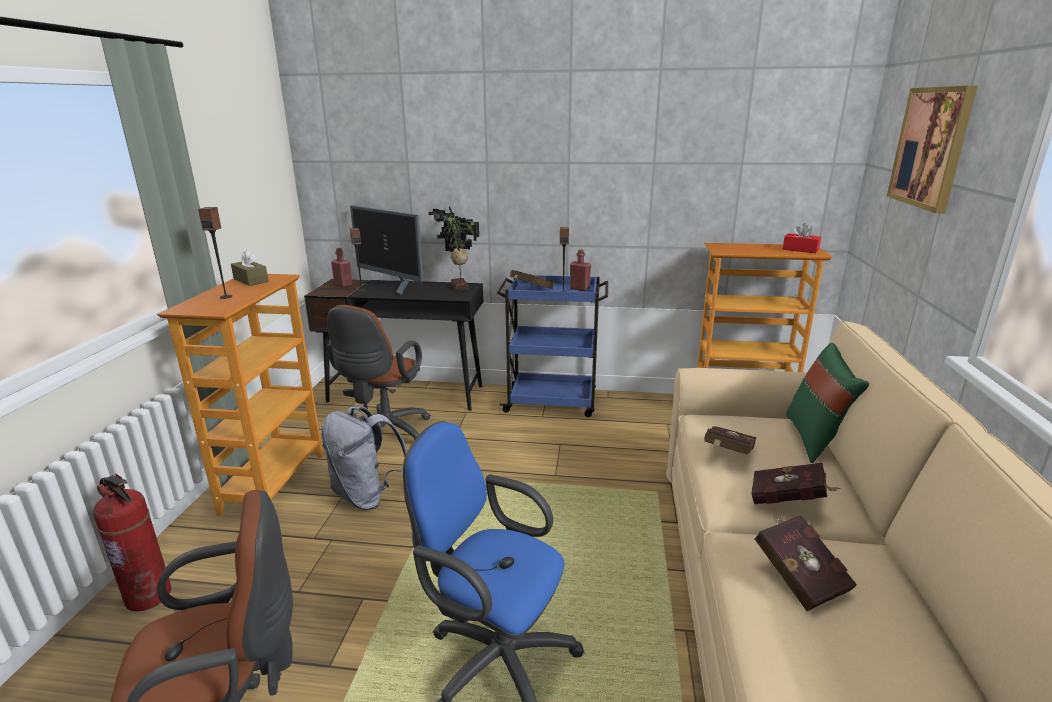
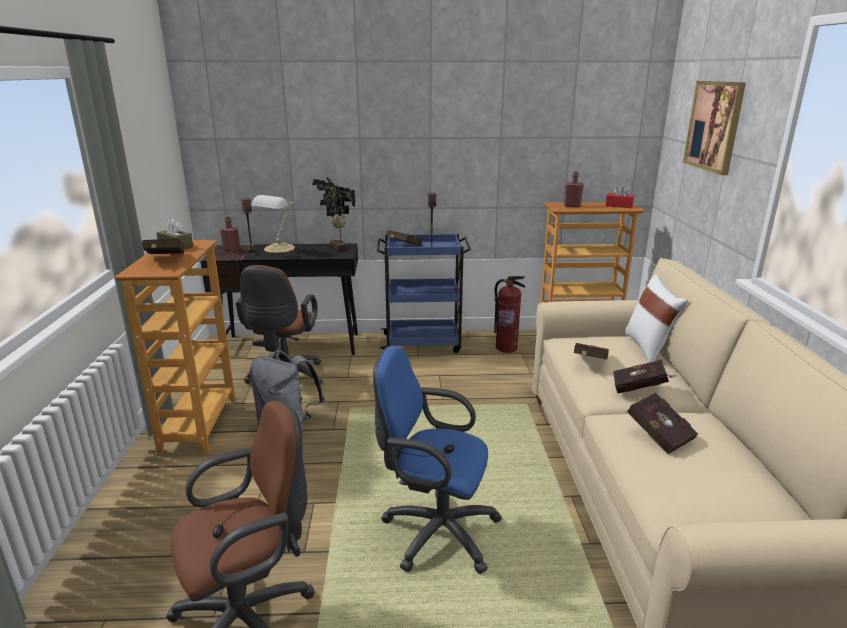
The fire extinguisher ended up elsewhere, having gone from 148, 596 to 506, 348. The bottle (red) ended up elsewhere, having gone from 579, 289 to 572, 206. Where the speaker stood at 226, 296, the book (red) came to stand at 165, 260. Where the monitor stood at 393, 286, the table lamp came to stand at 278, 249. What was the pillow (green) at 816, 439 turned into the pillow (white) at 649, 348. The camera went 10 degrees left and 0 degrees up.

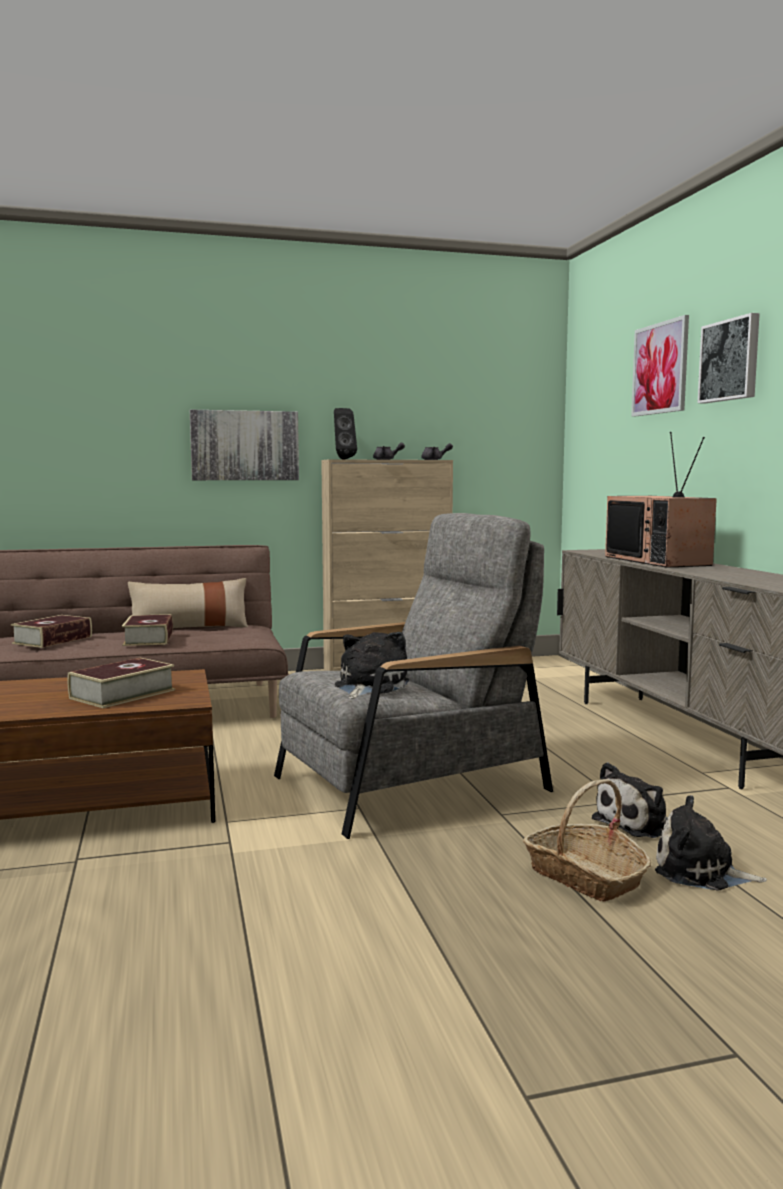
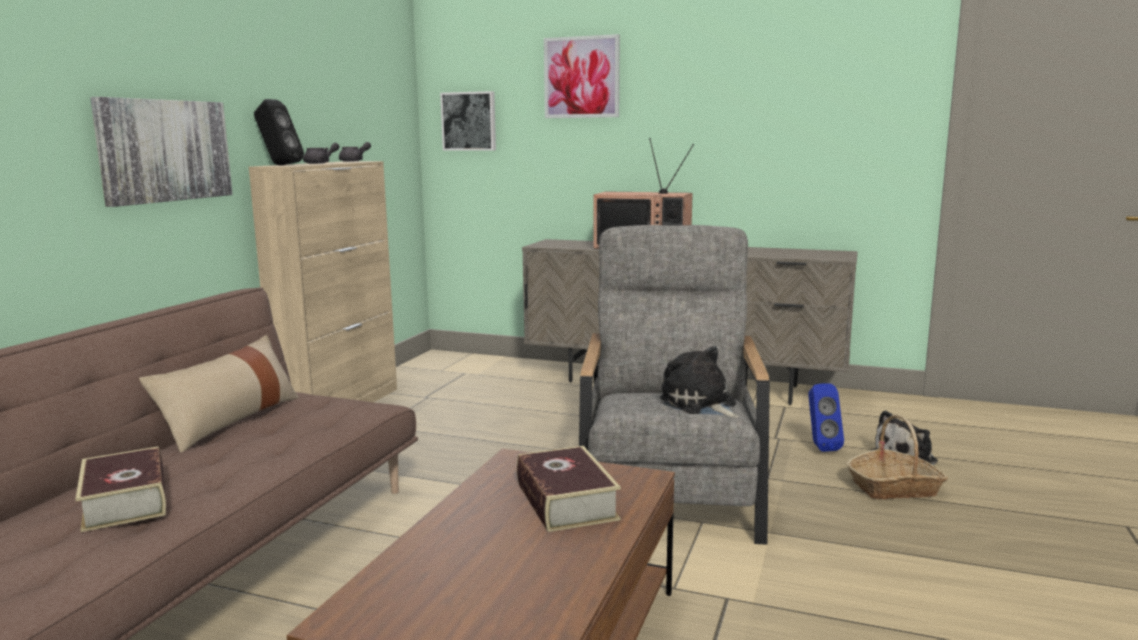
The second view lost the book at 148, 639. The picture ended up elsewhere, having gone from 731, 360 to 469, 121. Where the plush toy stood at 636, 823, the speaker (blue) came to stand at 820, 447. The camera went 55 degrees left and 5 degrees up.

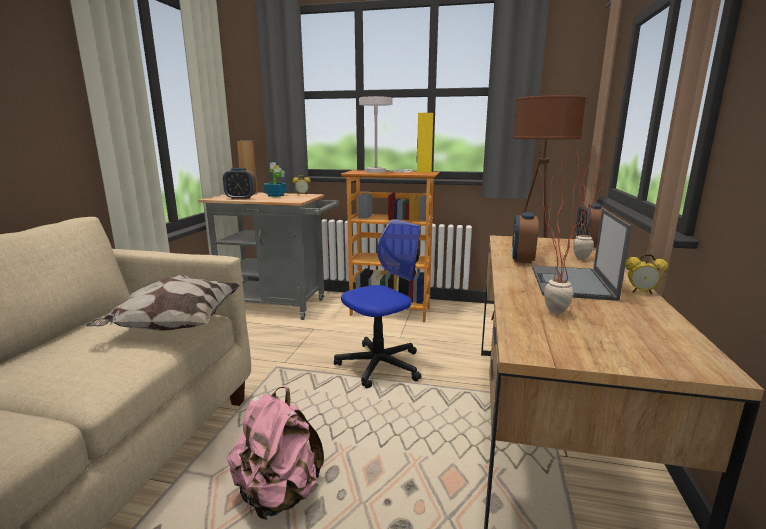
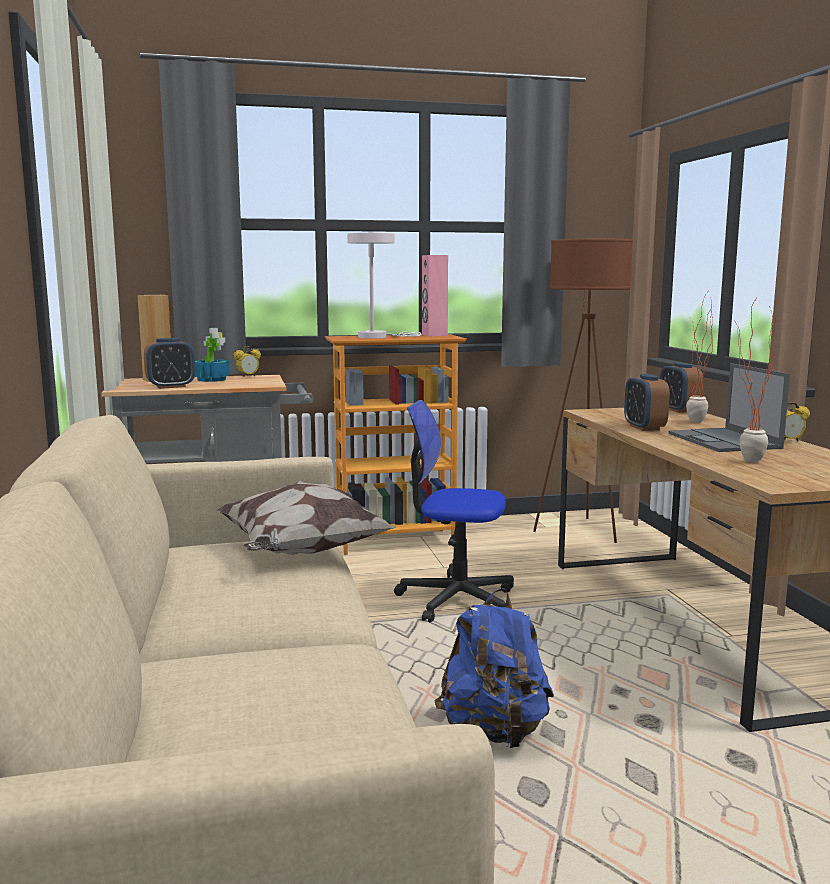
What was the backpack (pink) at 278, 495 turned into the backpack (blue) at 494, 733. What was the speaker (yellow) at 423, 172 turned into the speaker (pink) at 434, 335. The office chair at 380, 365 ended up facing another way, 105 degrees counterclockwise from before. The camera went 25 degrees left and 5 degrees down.

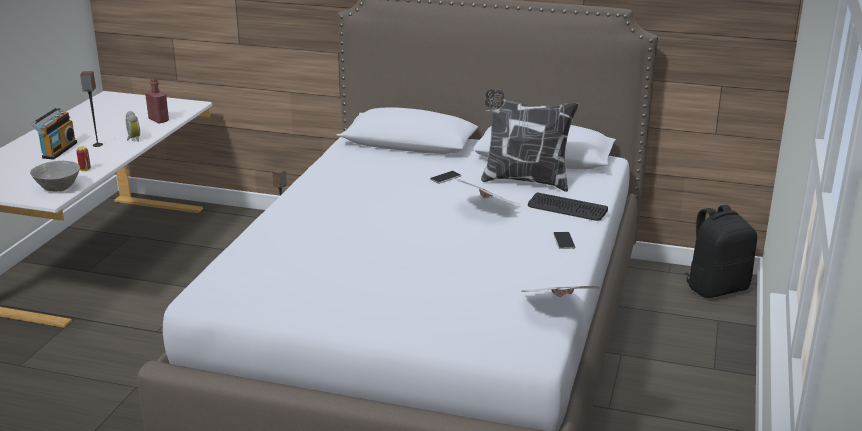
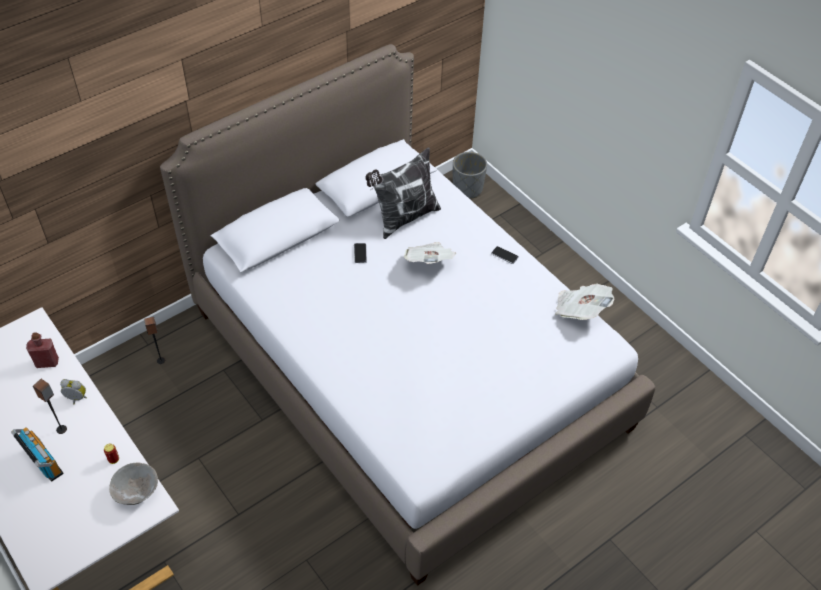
The second view lost the keyboard at 567, 208. Where the backpack (black) stood at 716, 288, the planter (grey) came to stand at 467, 188. The camera went 55 degrees left and 25 degrees up.

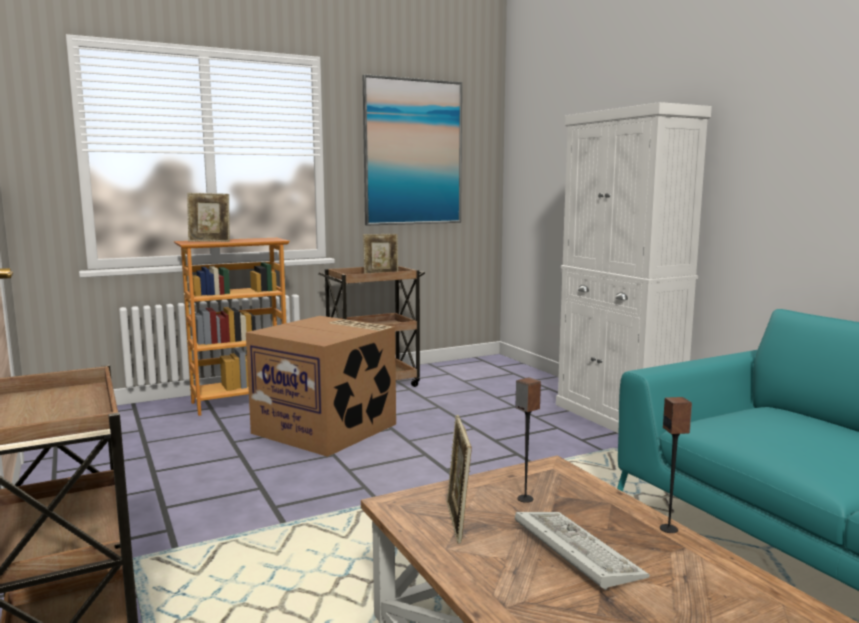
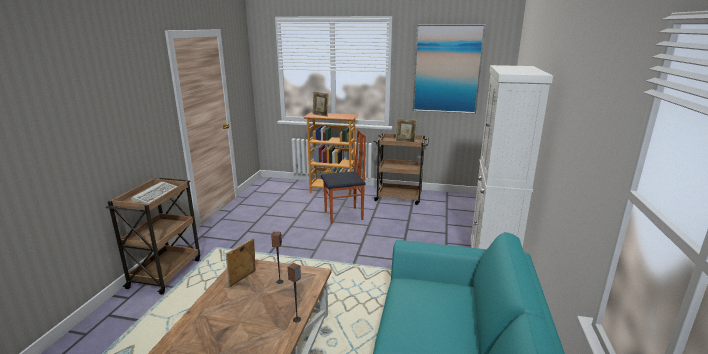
The keyboard ended up elsewhere, having gone from 573, 550 to 156, 194. Where the cardboard box stood at 327, 428, the chair came to stand at 344, 216. The camera went 40 degrees right and 10 degrees up.

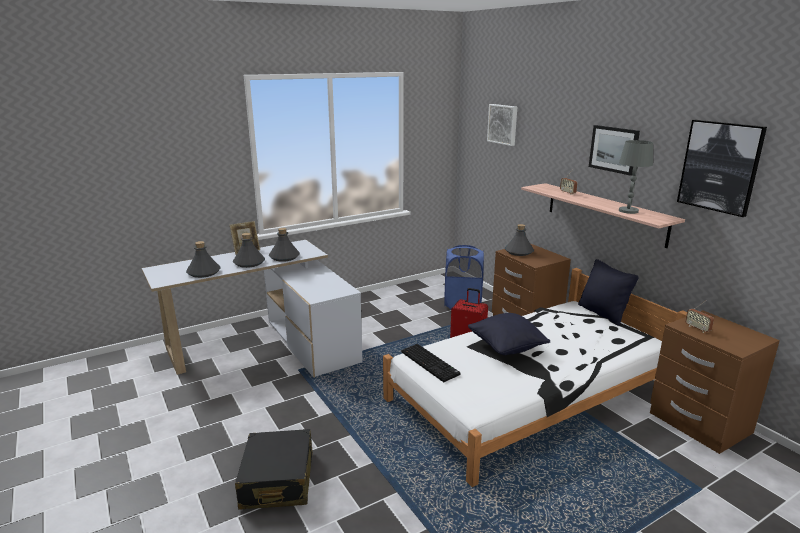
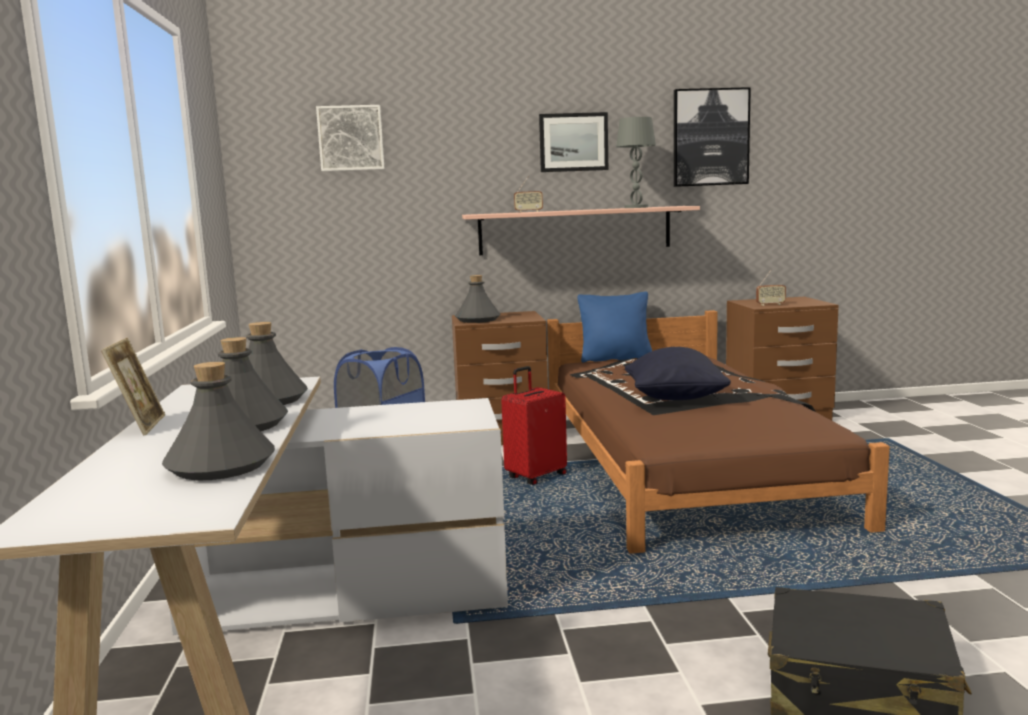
The second view lost the keyboard at 431, 363. What was the bed (white) at 530, 394 turned into the bed (brown) at 681, 466. What was the pillow (black) at 603, 313 turned into the pillow (blue) at 615, 359. The camera went 65 degrees left and 10 degrees down.

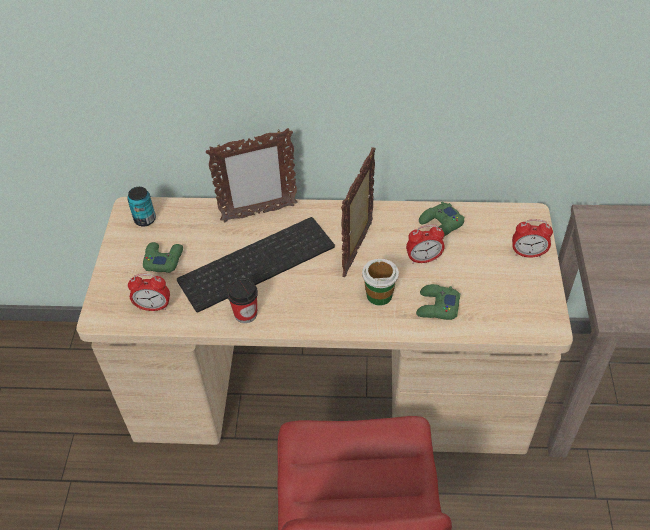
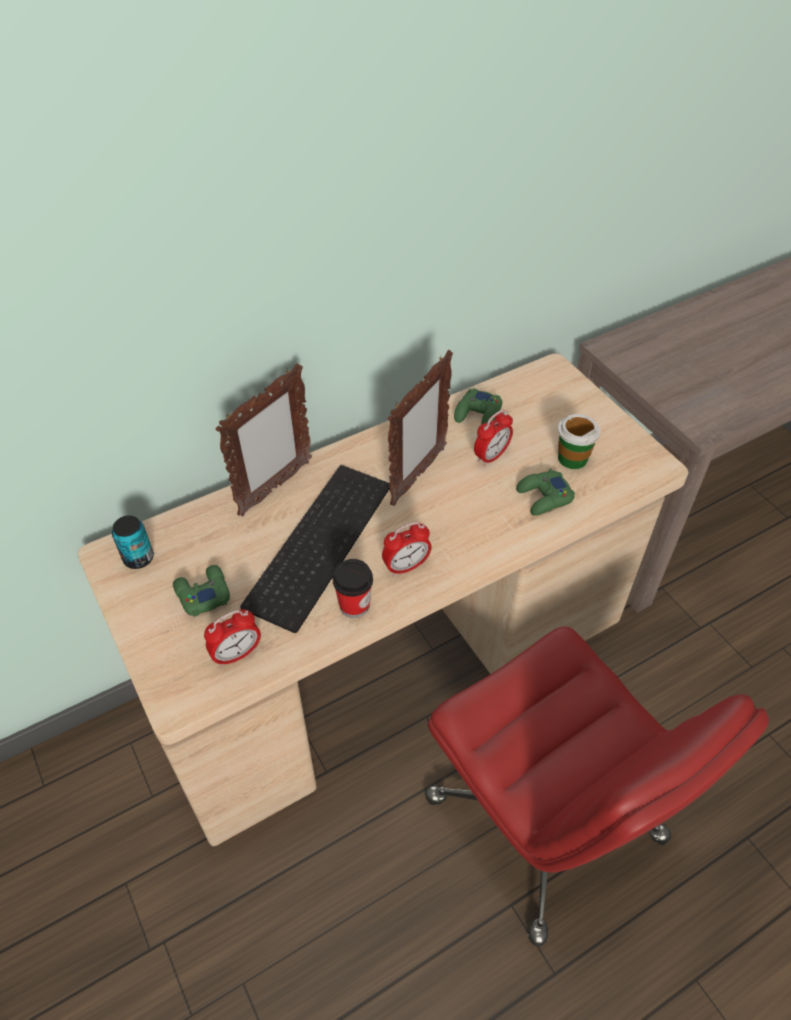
The cup ended up elsewhere, having gone from 379, 295 to 572, 458. The alarm clock ended up elsewhere, having gone from 528, 254 to 406, 566. The picture frame at 358, 249 ended up facing another way, 135 degrees counterclockwise from before. The camera went 35 degrees left and 0 degrees up.

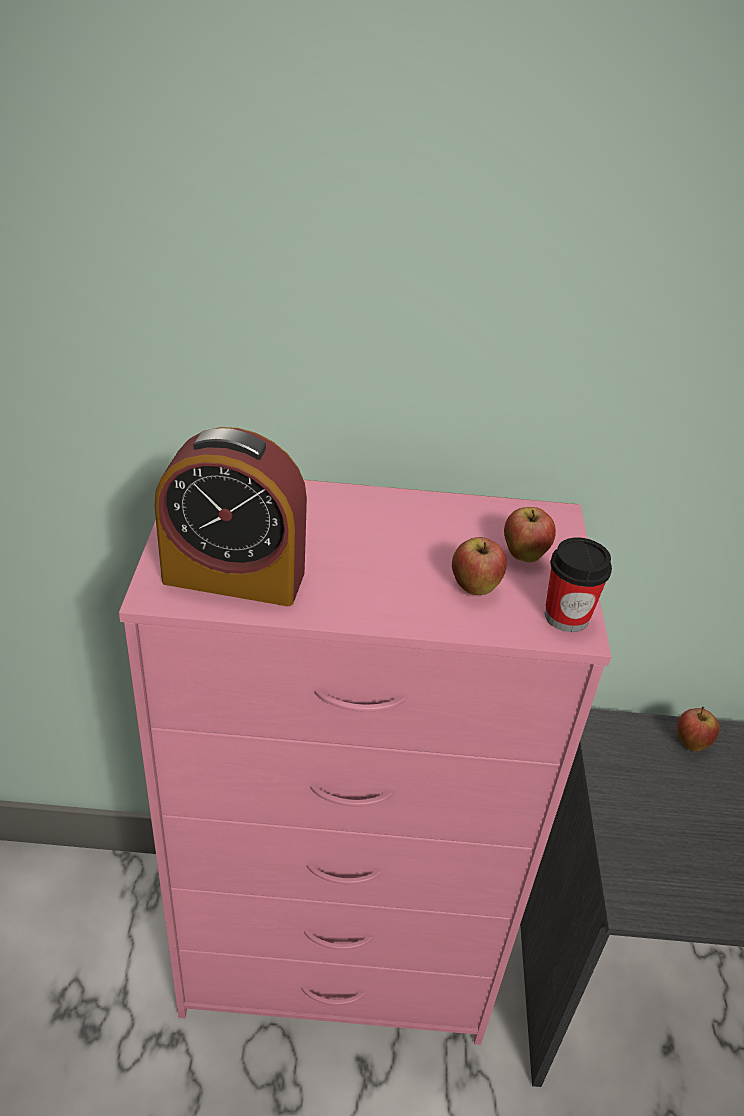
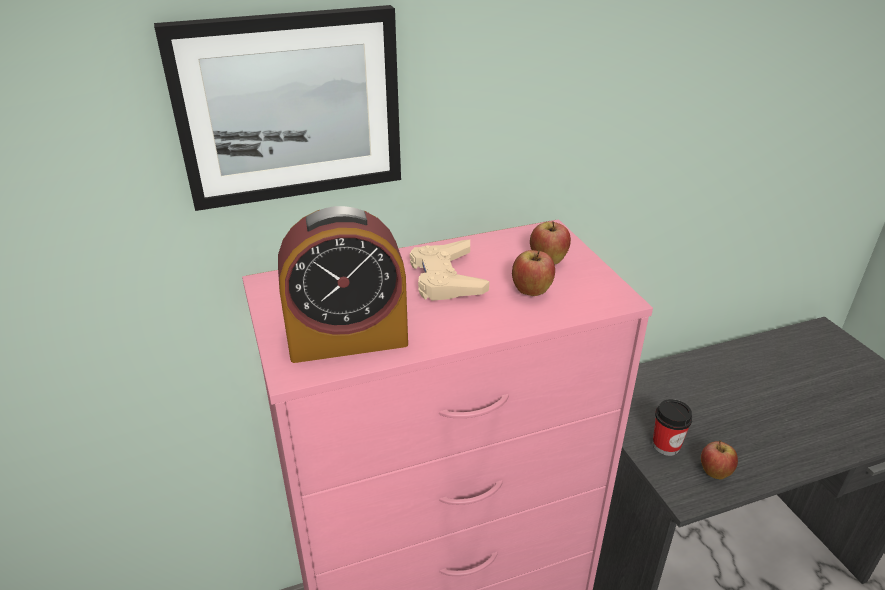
The second view gained the picture at 289, 107. The second view gained the game controller (beige) at 446, 278. The cup ended up elsewhere, having gone from 566, 616 to 666, 445. The apple ended up elsewhere, having gone from 690, 743 to 714, 473. The camera went 20 degrees left and 5 degrees down.

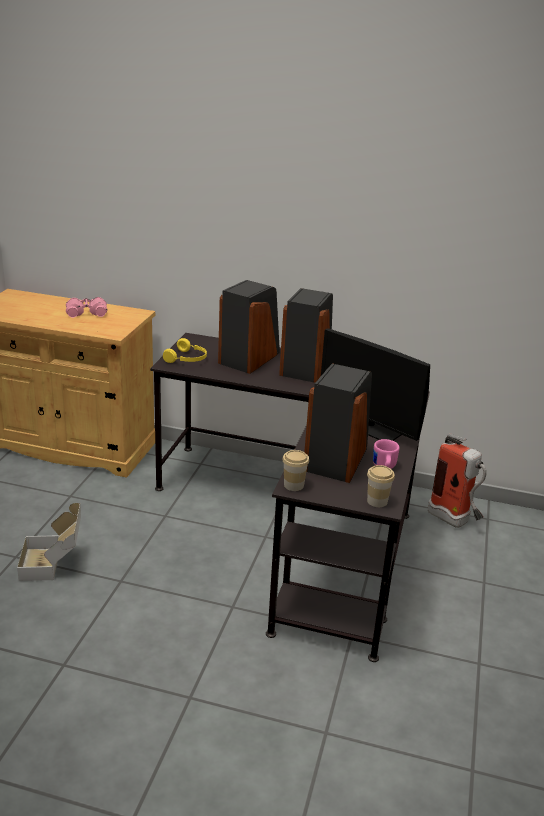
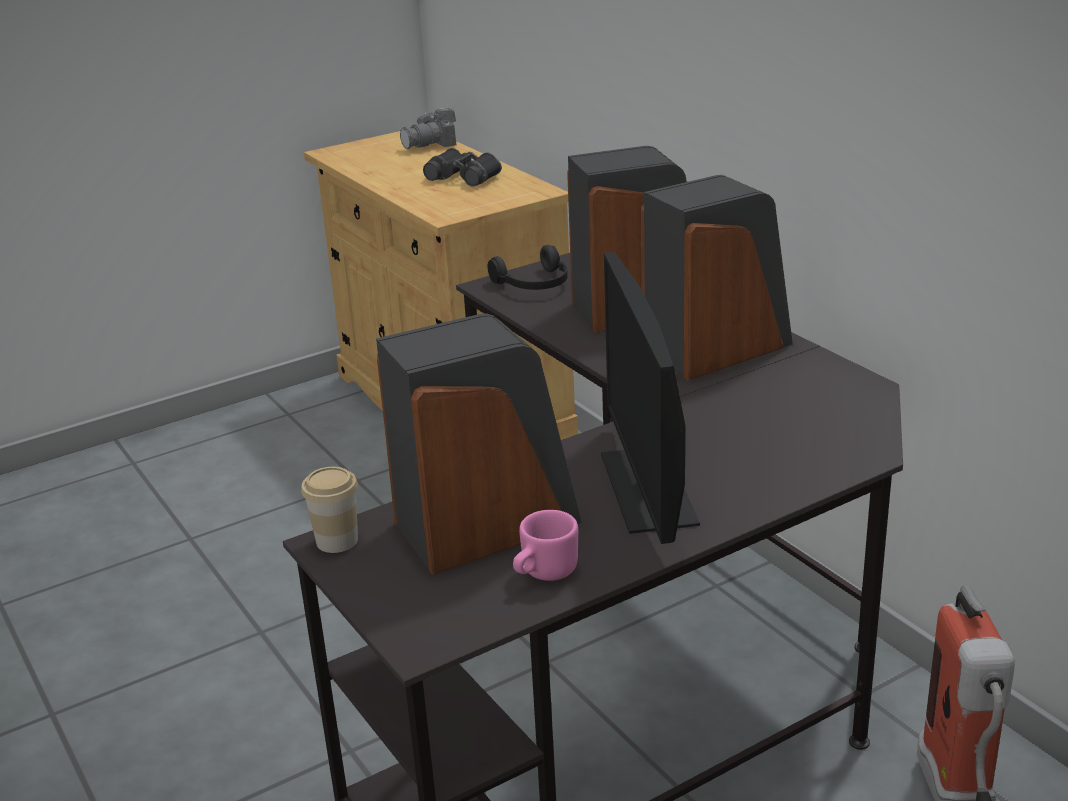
The second view lost the cardboard box at 54, 564. The second view lost the cup at 377, 501. The second view gained the photo camera at 431, 144. What was the binoculars (pink) at 86, 312 turned into the binoculars (black) at 465, 177. What was the headphones (yellow) at 187, 359 turned into the headphones (black) at 534, 284. The camera went 45 degrees right and 0 degrees up.

